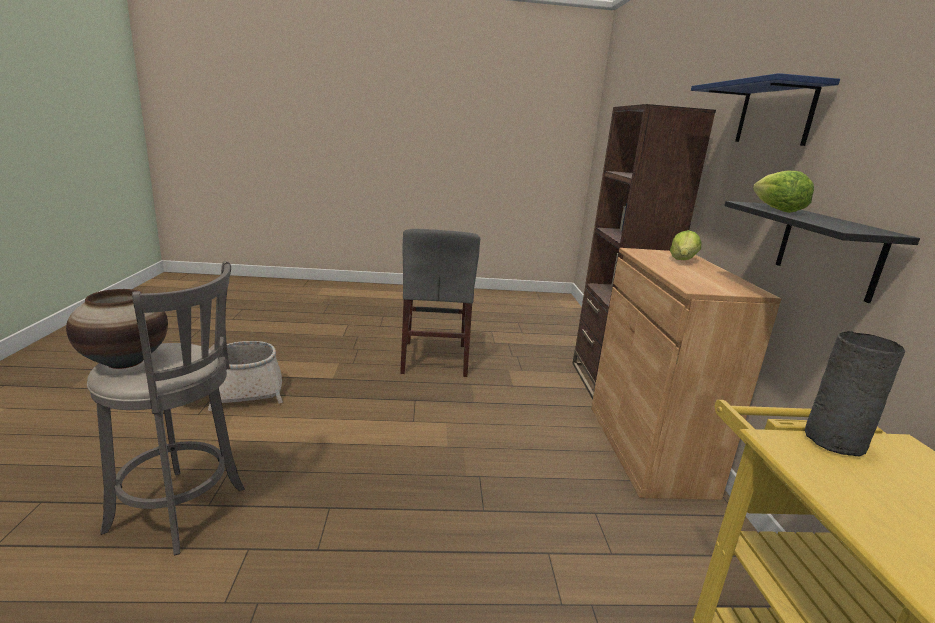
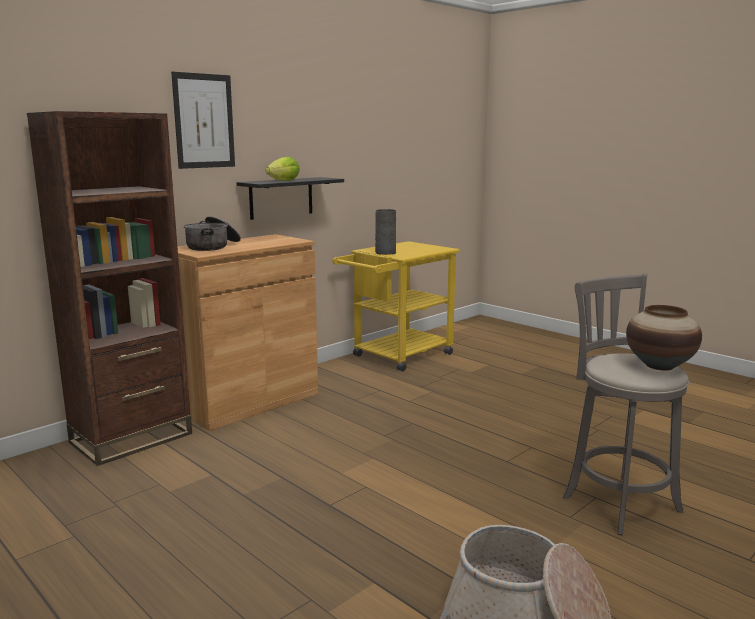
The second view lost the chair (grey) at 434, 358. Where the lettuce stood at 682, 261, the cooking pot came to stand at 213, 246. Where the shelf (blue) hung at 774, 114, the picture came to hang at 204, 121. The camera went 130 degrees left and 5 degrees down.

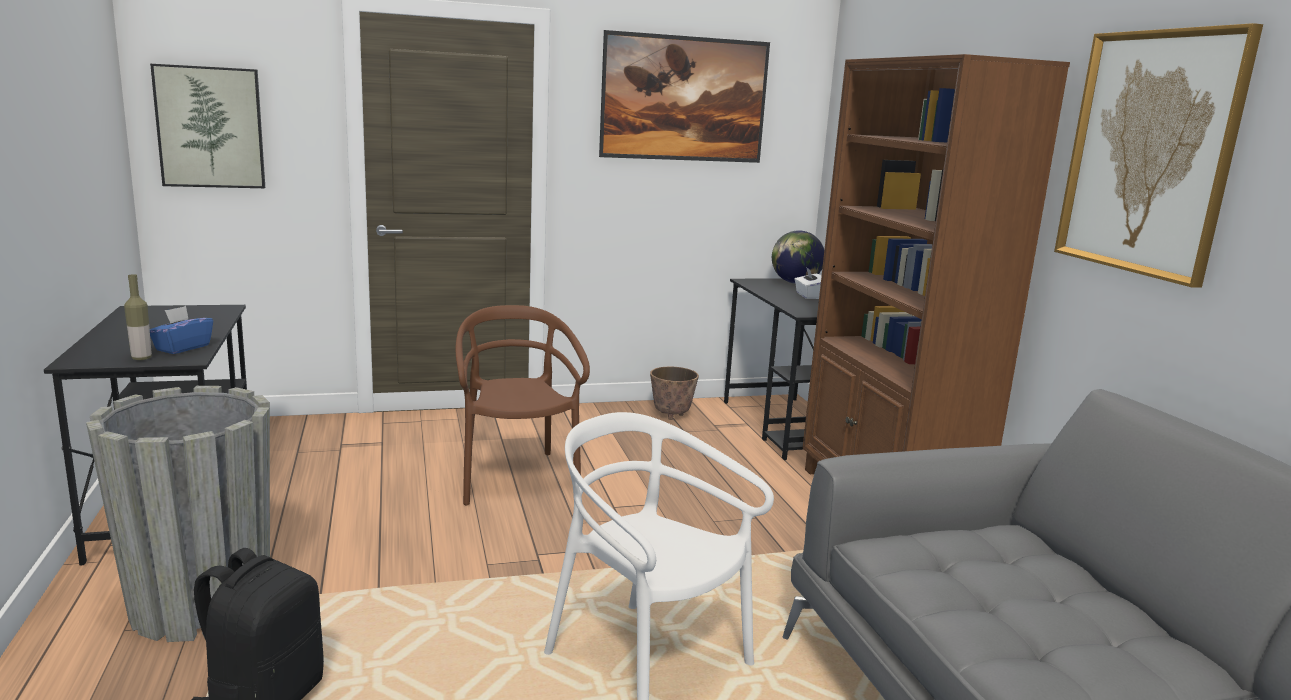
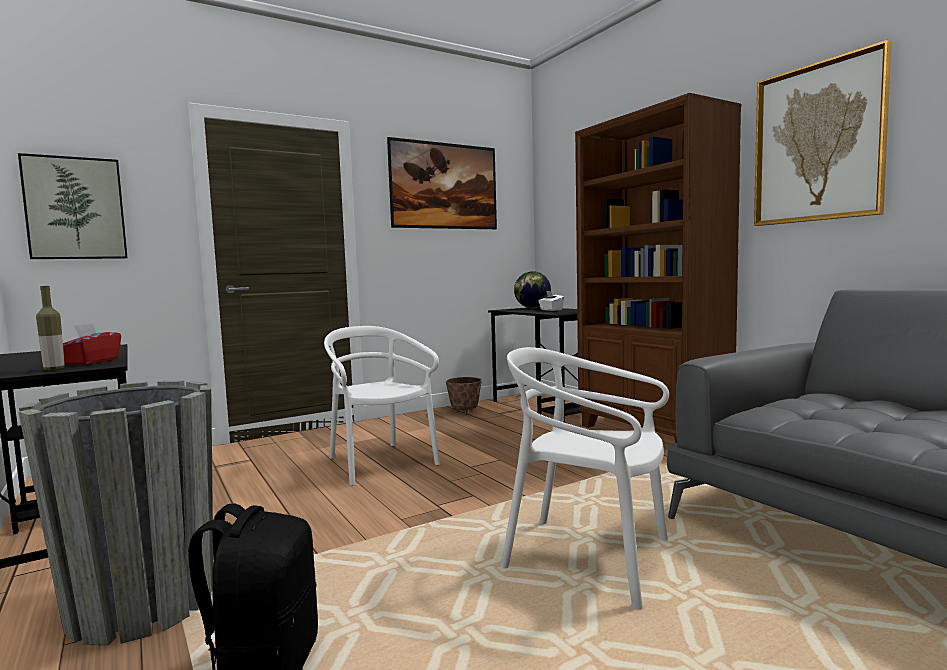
What was the tissue box (blue) at 182, 348 turned into the tissue box (red) at 91, 362. What was the chair (brown) at 516, 478 turned into the chair (white) at 380, 463. The camera went 15 degrees left and 10 degrees down.

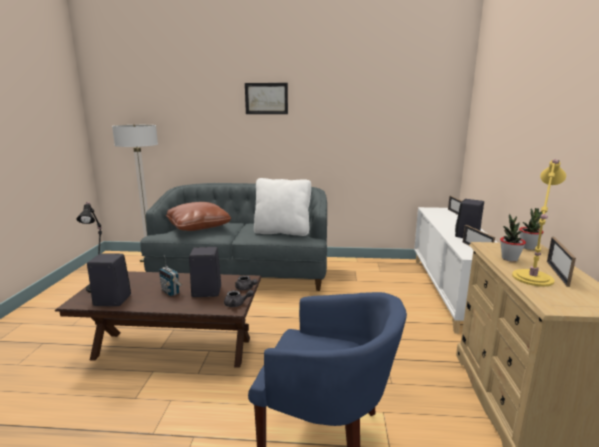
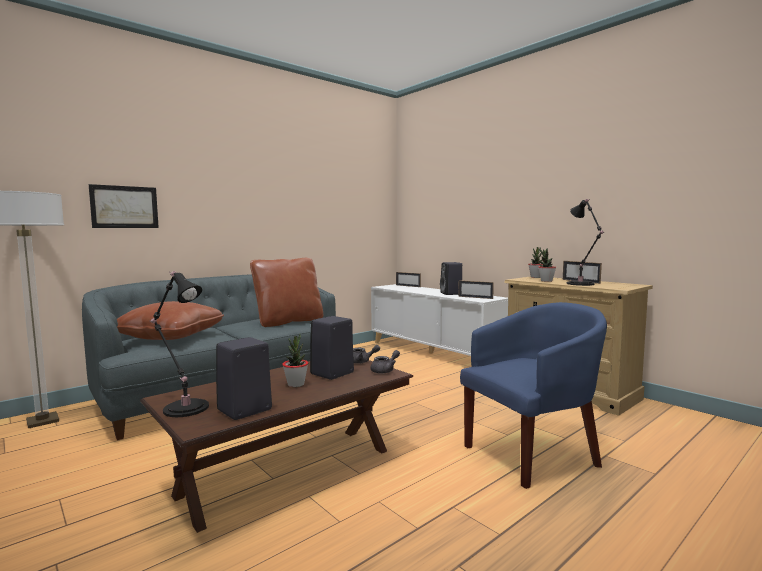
The picture ended up elsewhere, having gone from 266, 98 to 124, 207. Where the radio stood at 171, 292, the potted plant came to stand at 296, 384. What was the pillow (white) at 282, 232 turned into the pillow (brown) at 288, 321. What was the table lamp (yellow) at 531, 279 turned into the table lamp (black) at 581, 284. The camera went 45 degrees left and 10 degrees down.

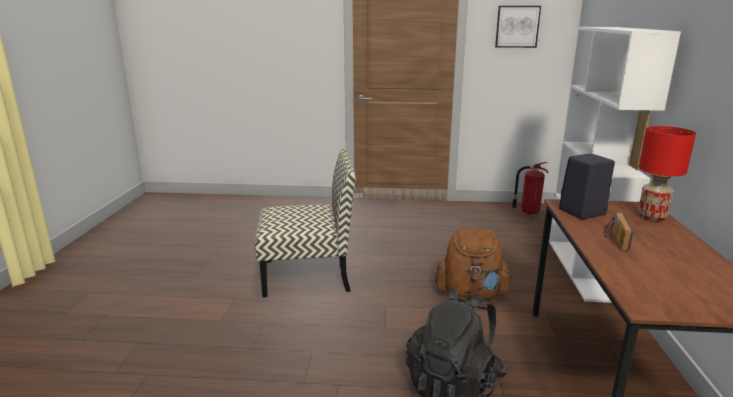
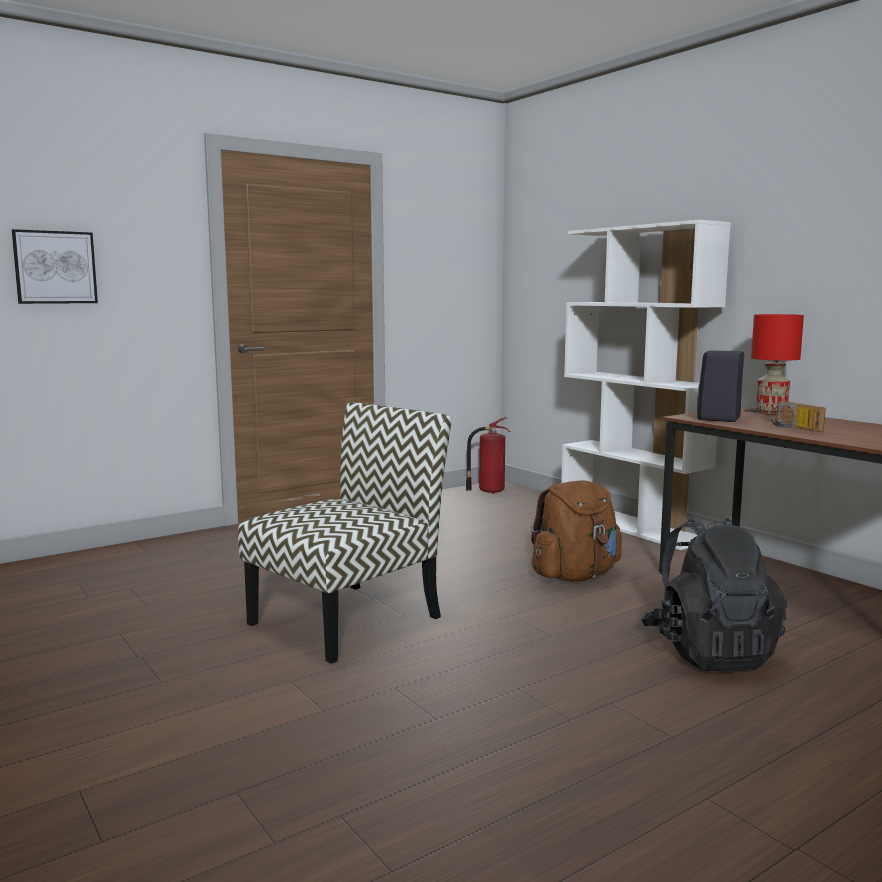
The picture ended up elsewhere, having gone from 517, 26 to 55, 267. The camera went 40 degrees left and 10 degrees down.

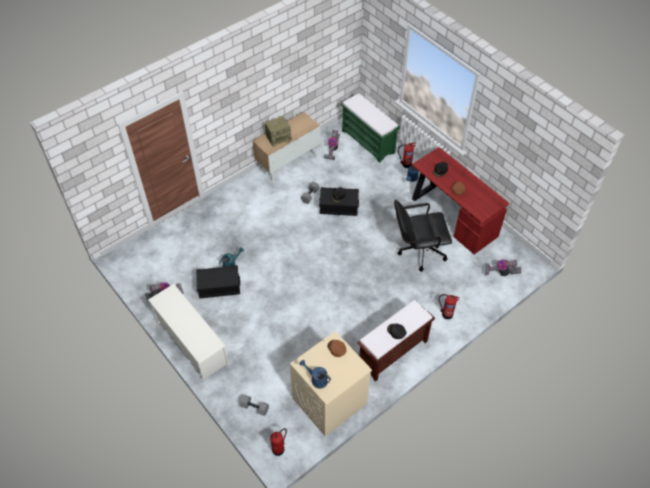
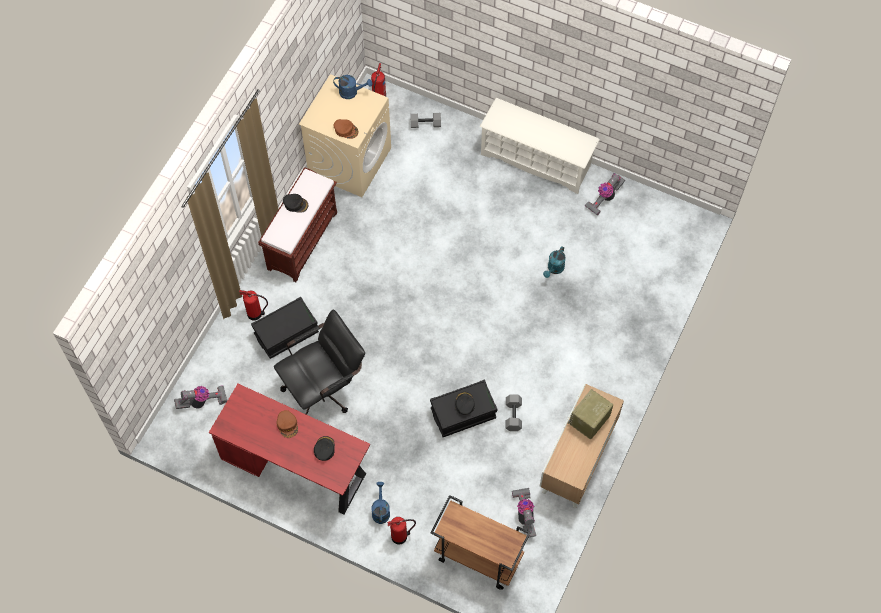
The storage box (black) ended up elsewhere, having gone from 219, 287 to 286, 333. Where the bench (green) stood at 368, 142, the cart (brown) came to stand at 477, 557. The camera went 155 degrees right and 10 degrees up.

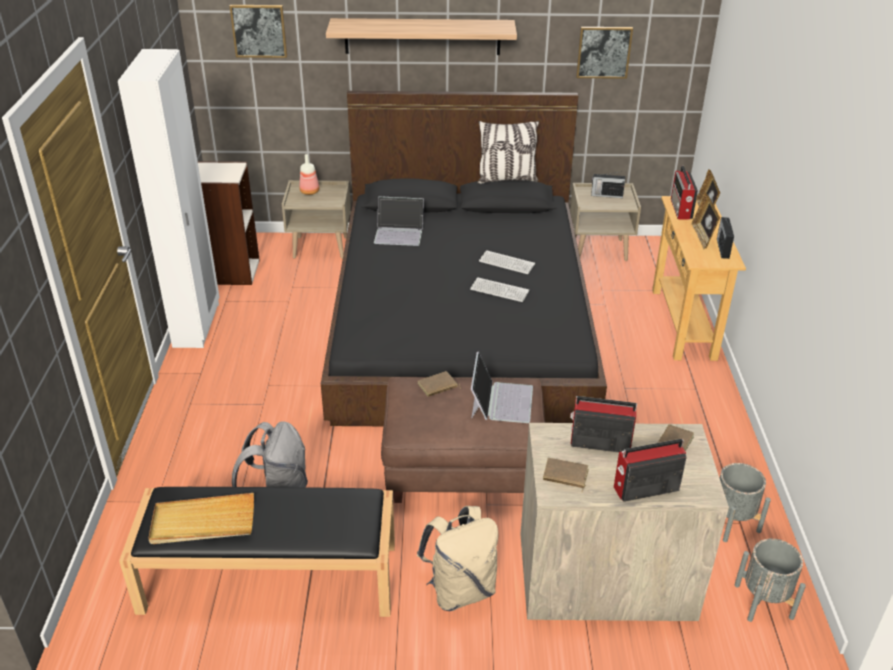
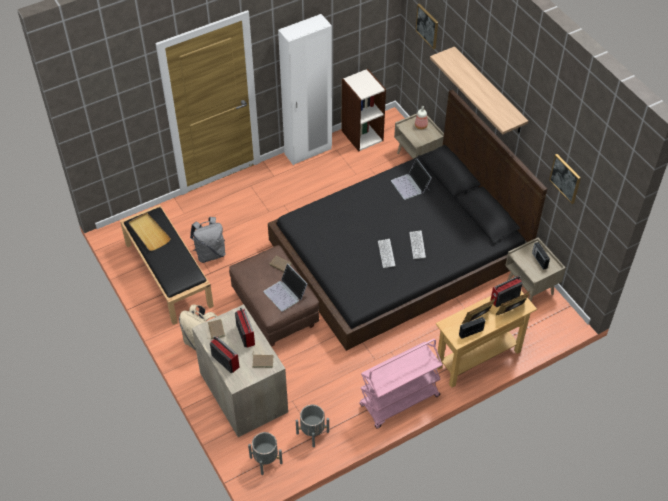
The second view lost the pillow at 507, 179. The second view gained the cart (pink) at 399, 401. The laptop at 501, 401 ended up facing another way, 75 degrees clockwise from before. The camera went 60 degrees right and 15 degrees up.

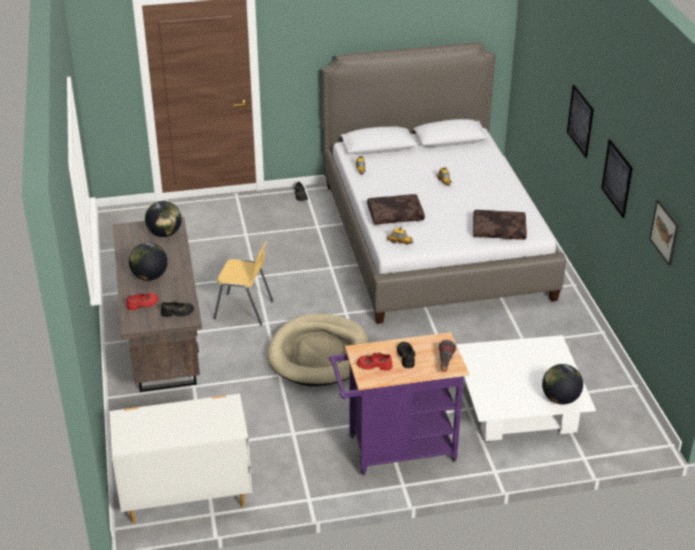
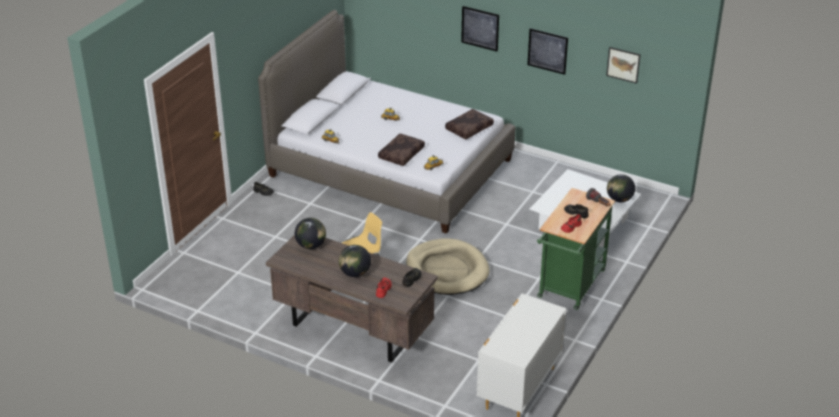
What was the cart (purple) at 395, 450 turned into the cart (green) at 570, 287. The camera went 50 degrees left and 0 degrees up.

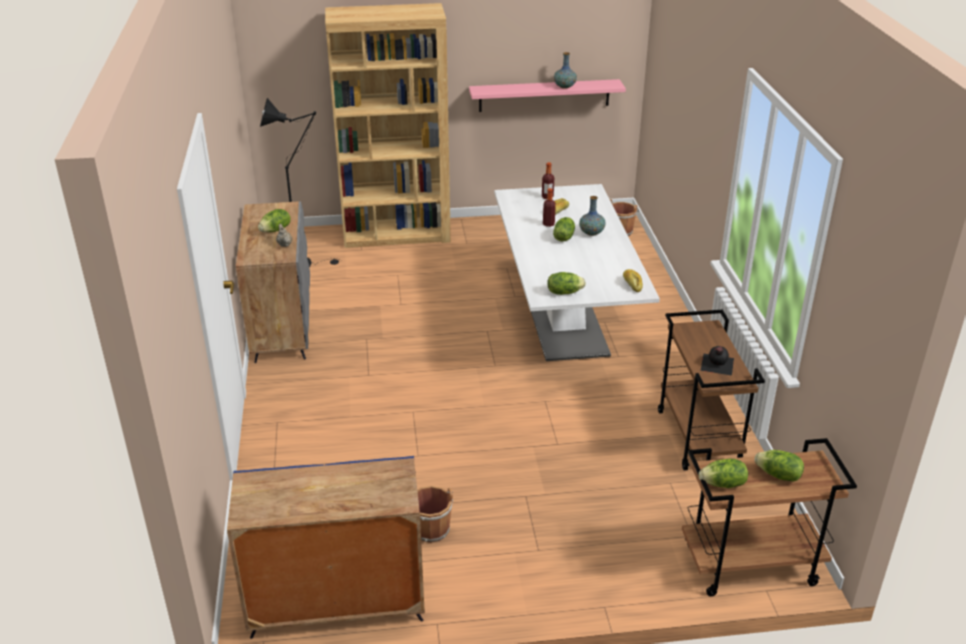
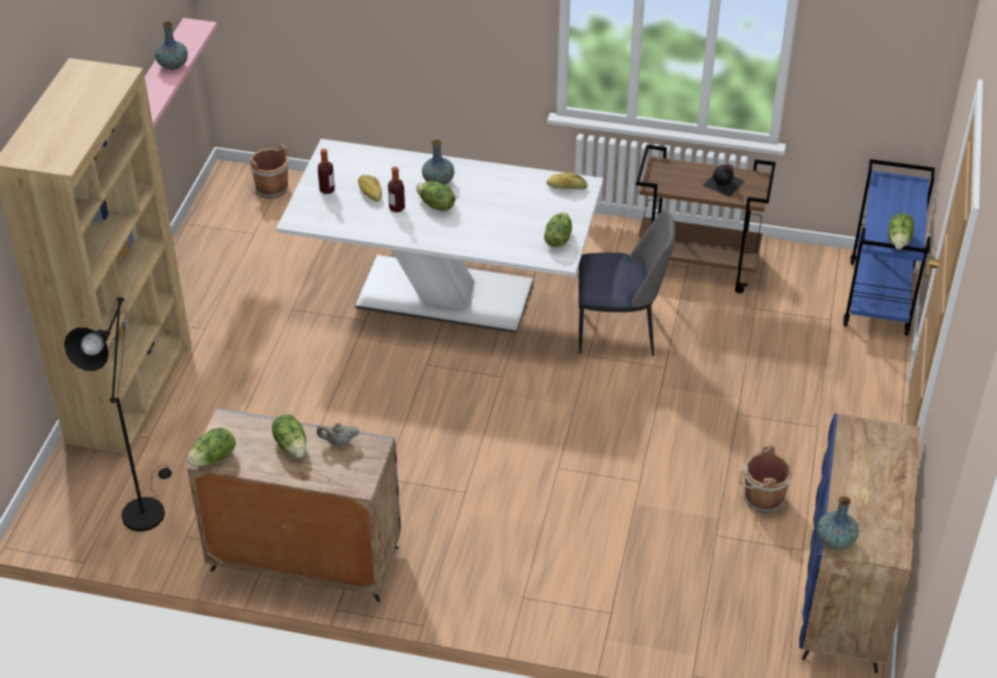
The second view gained the chair at 619, 331. The second view gained the vase at 835, 541. The lettuce ended up elsewhere, having gone from 778, 475 to 214, 458. What was the cart (brown) at 749, 566 turned into the cart (blue) at 879, 298. The camera went 70 degrees left and 10 degrees up.

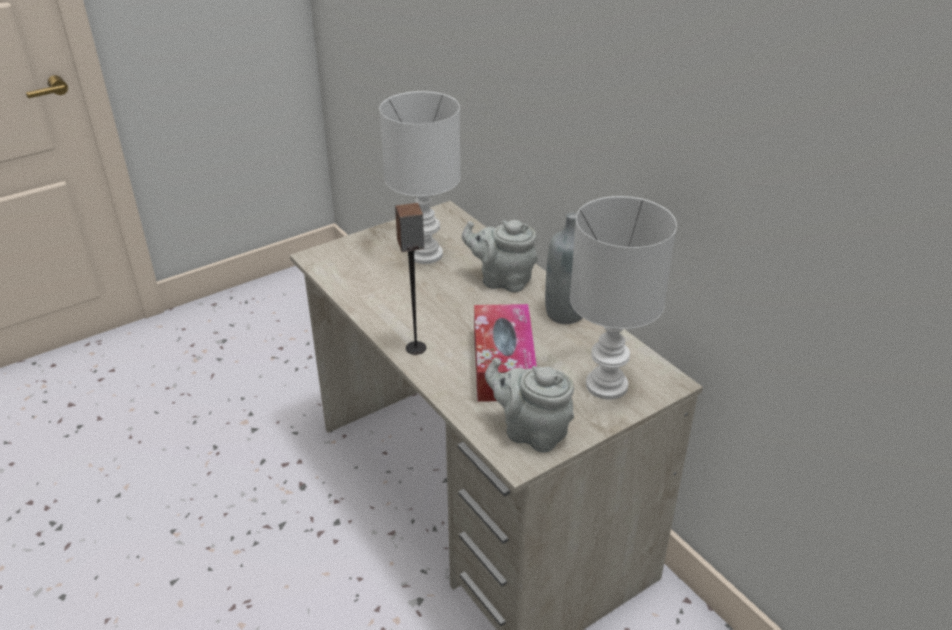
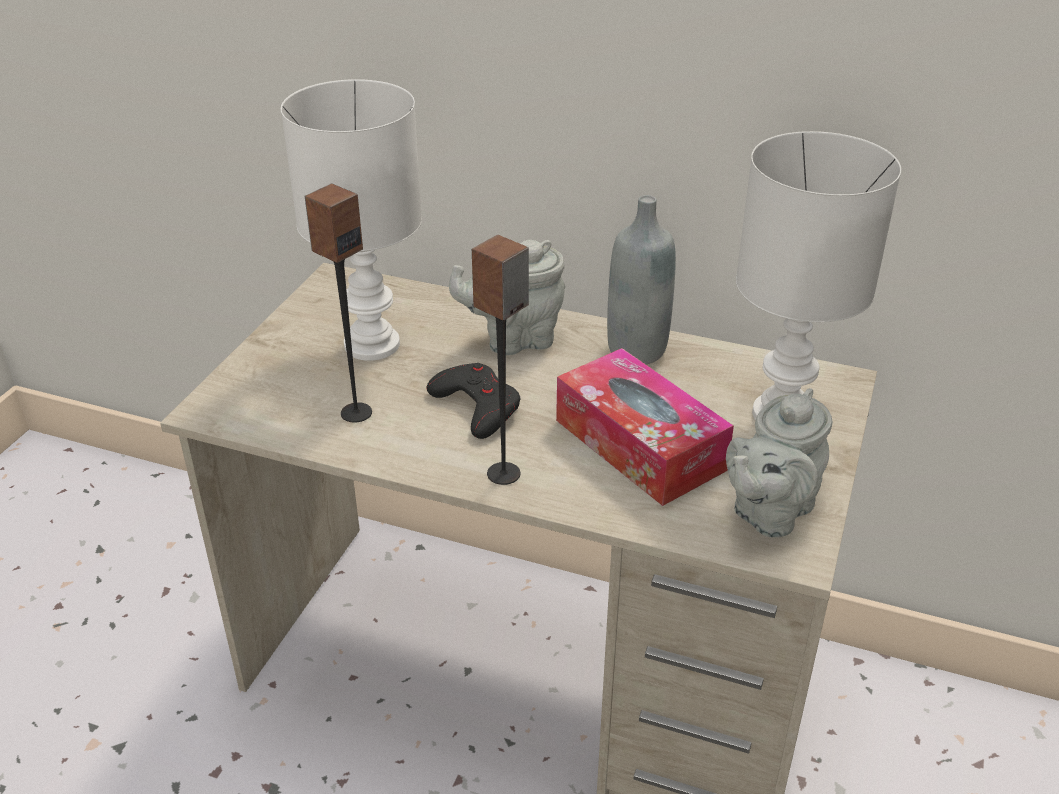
The second view gained the speaker at 356, 412. The second view gained the game controller (black) at 477, 406. The teapot (grey) at 531, 432 ended up facing another way, 45 degrees counterclockwise from before. The camera went 35 degrees left and 0 degrees up.

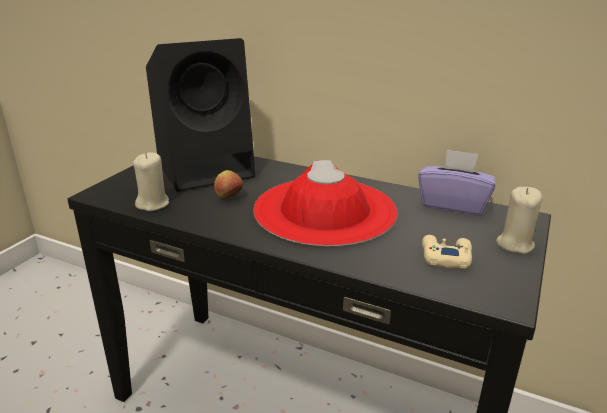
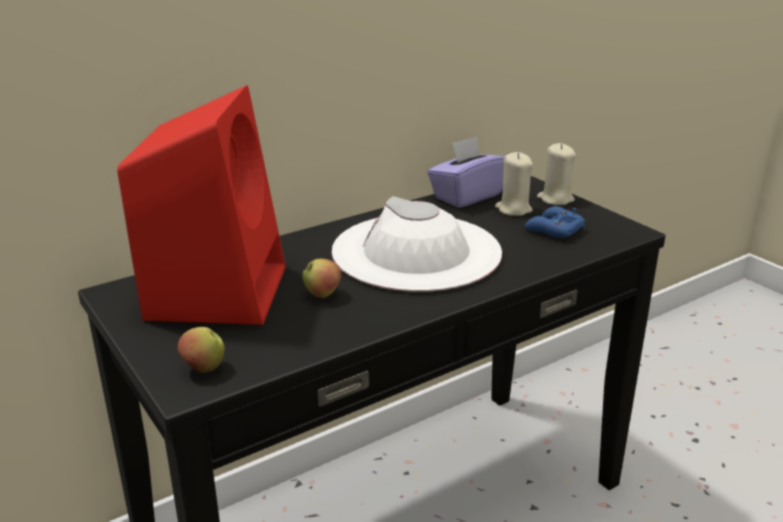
The second view gained the apple at 203, 369. The candle (beige) ended up elsewhere, having gone from 153, 204 to 513, 209. What was the speaker (black) at 208, 169 turned into the speaker (red) at 217, 290. What was the hat (red) at 324, 210 turned into the hat (white) at 416, 252. What was the game controller (beige) at 445, 257 turned into the game controller (blue) at 553, 229. The camera went 60 degrees left and 0 degrees up.

